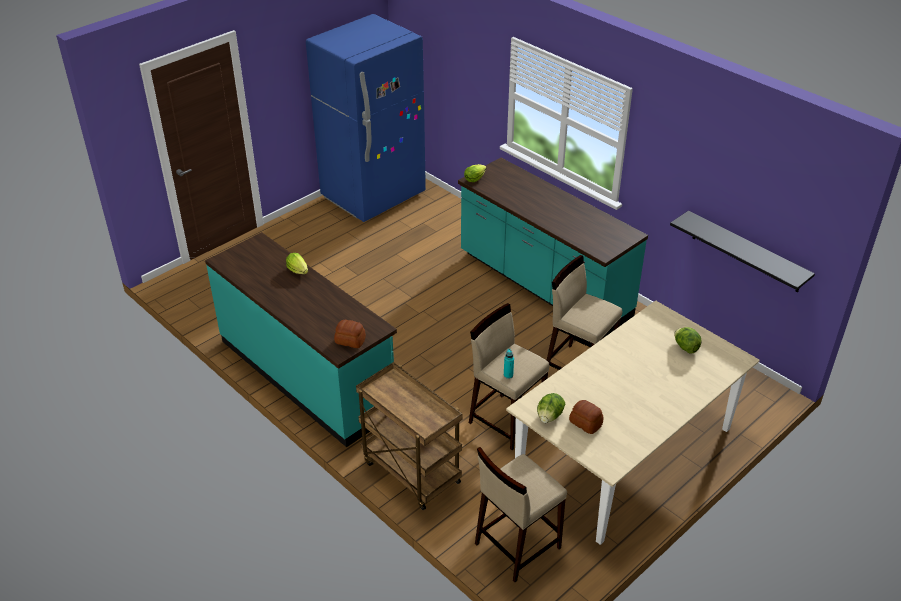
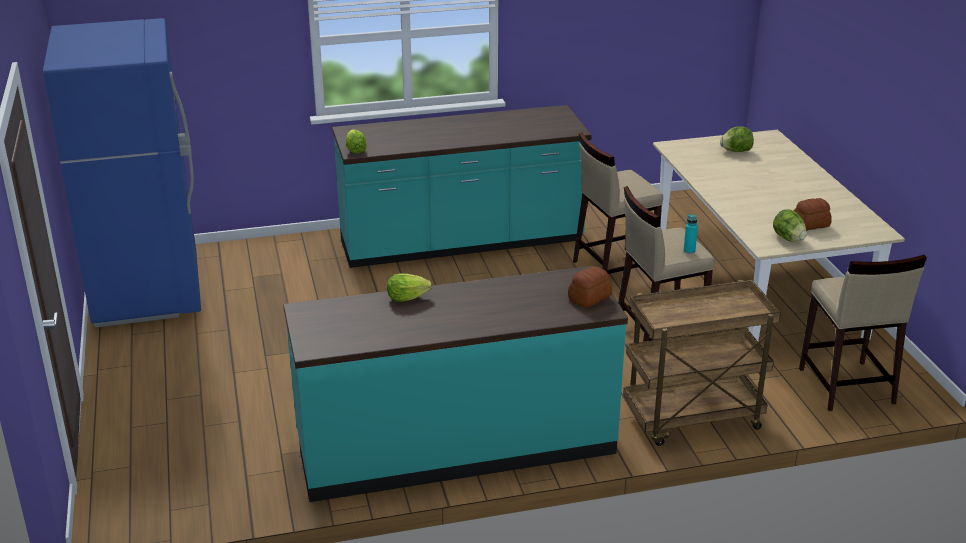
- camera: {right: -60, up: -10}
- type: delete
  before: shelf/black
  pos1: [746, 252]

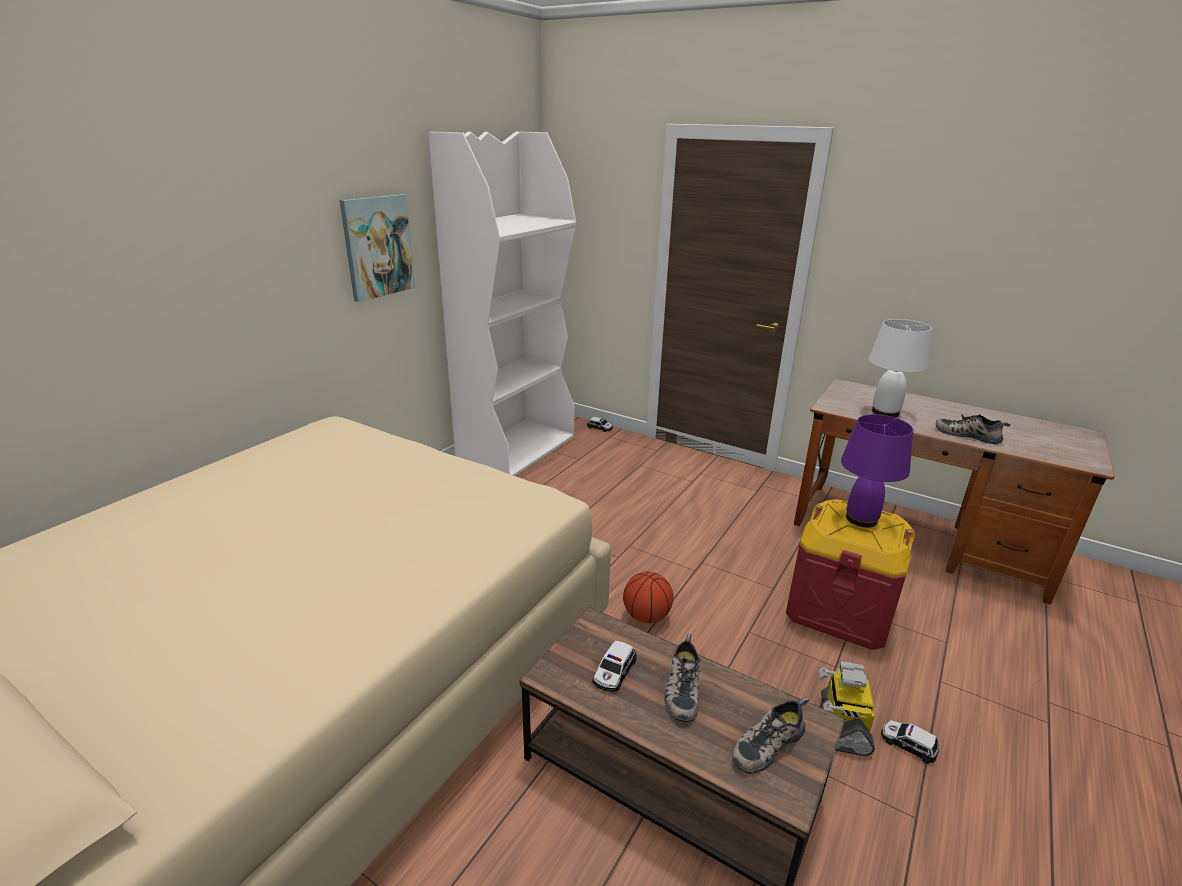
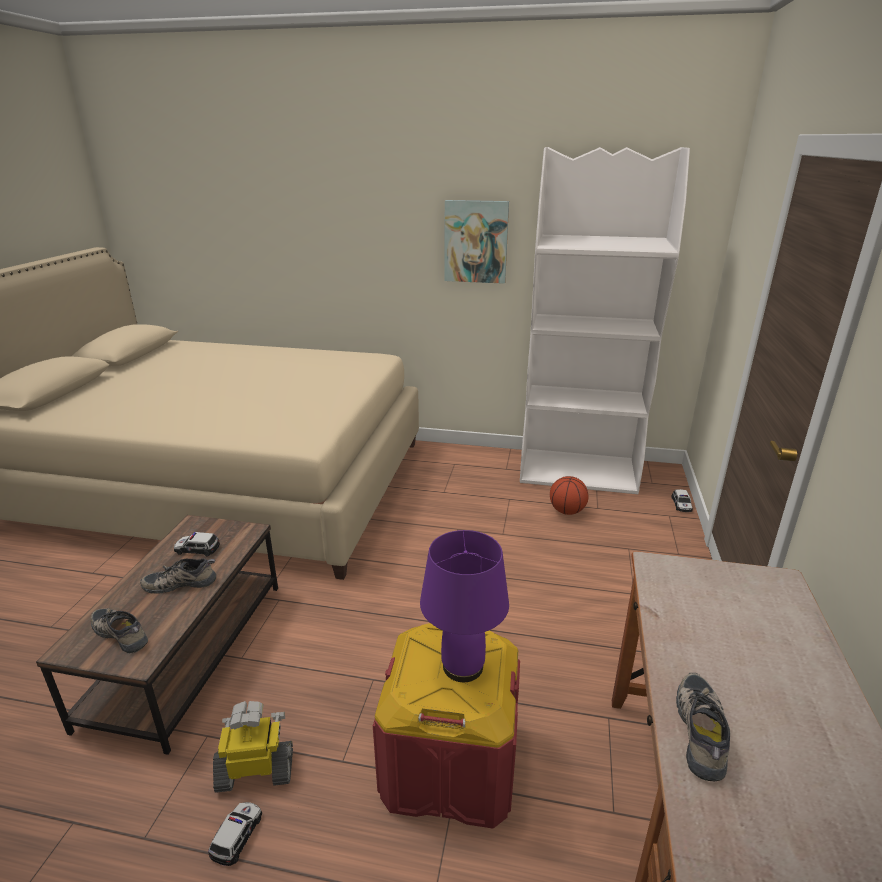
- camera: {right: 70, up: 0}
- type: delete
  before: table lamp/white
  pos1: [885, 412]
- type: move
  before: basketball
  pos1: [647, 616]
  pos2: [567, 511]

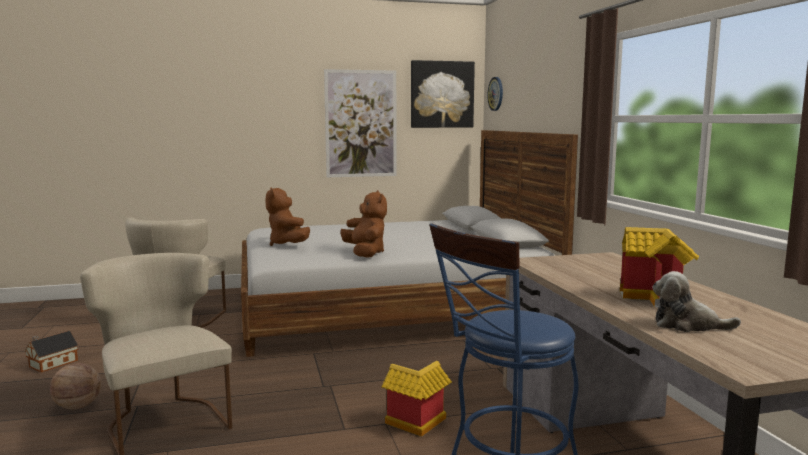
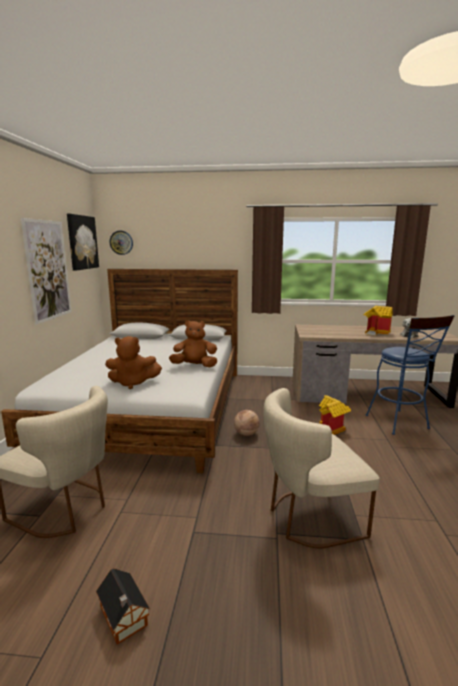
- camera: {right: -70, up: 5}
- type: move
  before: basketball
  pos1: [77, 407]
  pos2: [246, 434]

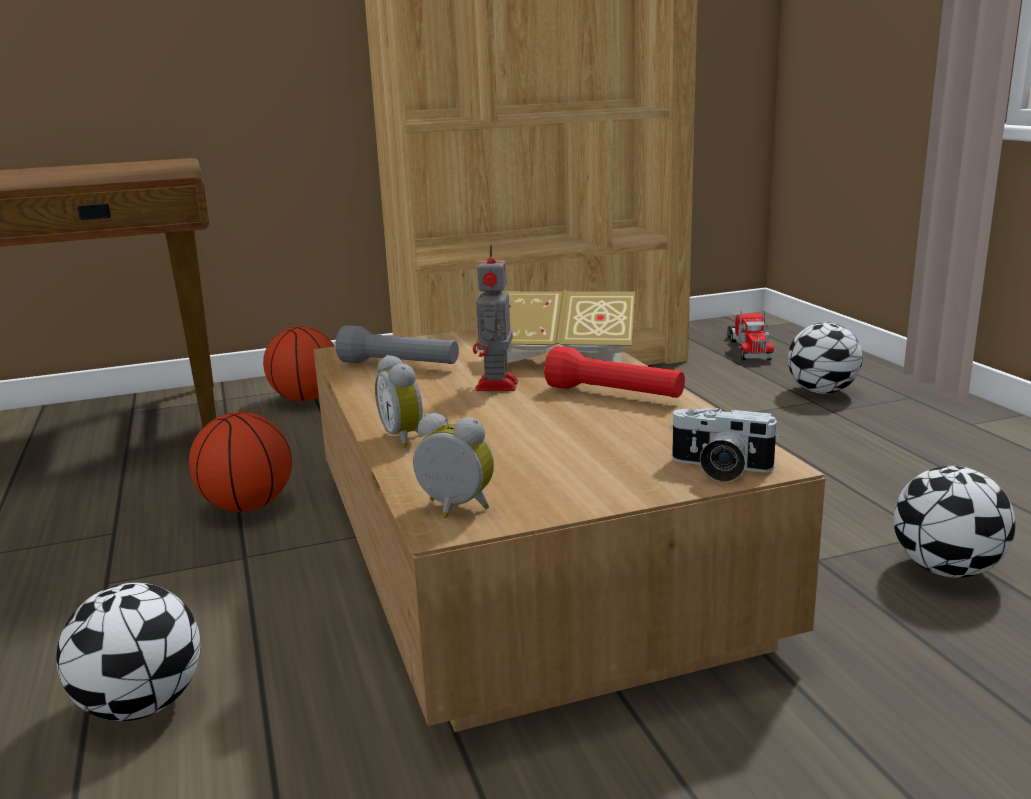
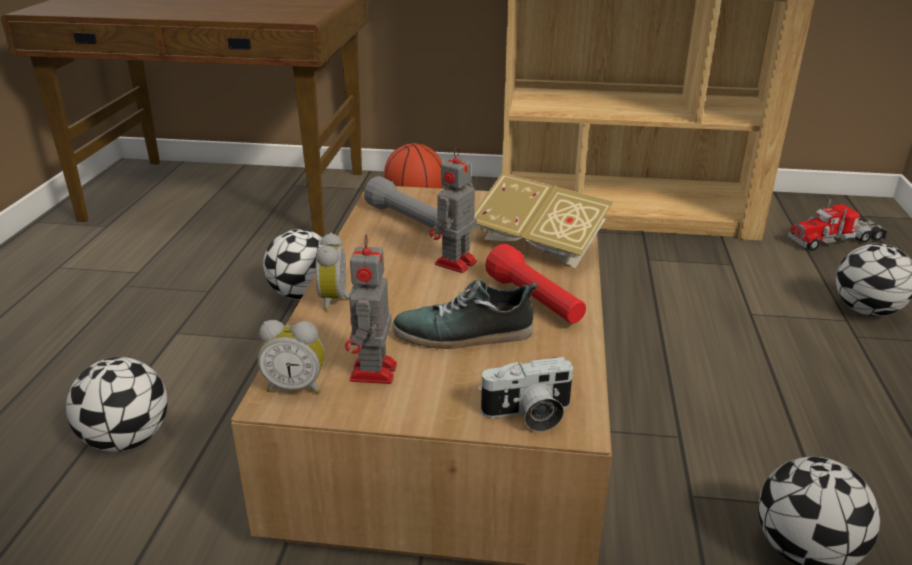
- camera: {right: 25, up: 10}
- type: rotate
  before: toy truck
  pos1: [748, 348]
  pos2: [835, 240]
  turn: 45
- type: rotate
  before: photo camera
  pos1: [719, 469]
  pos2: [528, 415]
  turn: -60
- type: replace
  before: basketball
  after: football
  pos1: [247, 507]
  pos2: [302, 294]
- type: rotate
  before: alarm clock
  pos1: [453, 509]
  pos2: [296, 386]
  turn: 135
- type: insert
  after: toy robot
  pos2: [373, 373]
- type: insert
  after: shoe
  pos2: [464, 334]

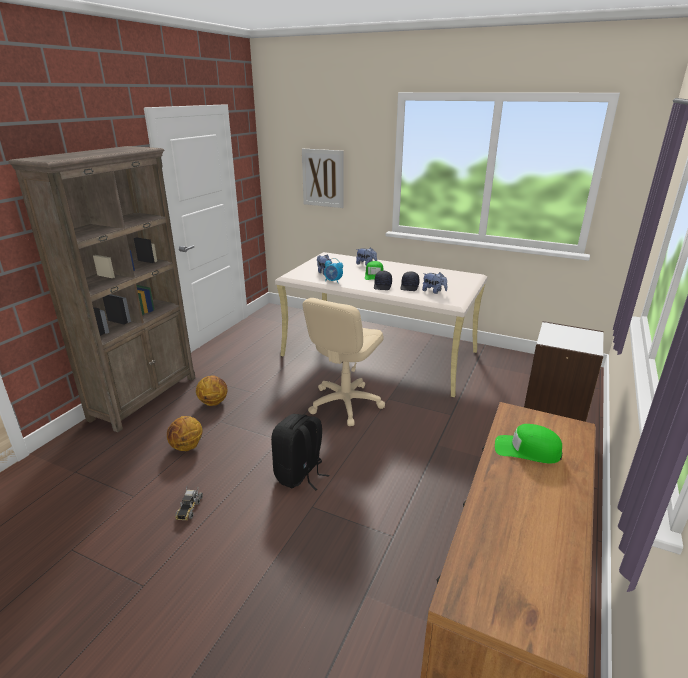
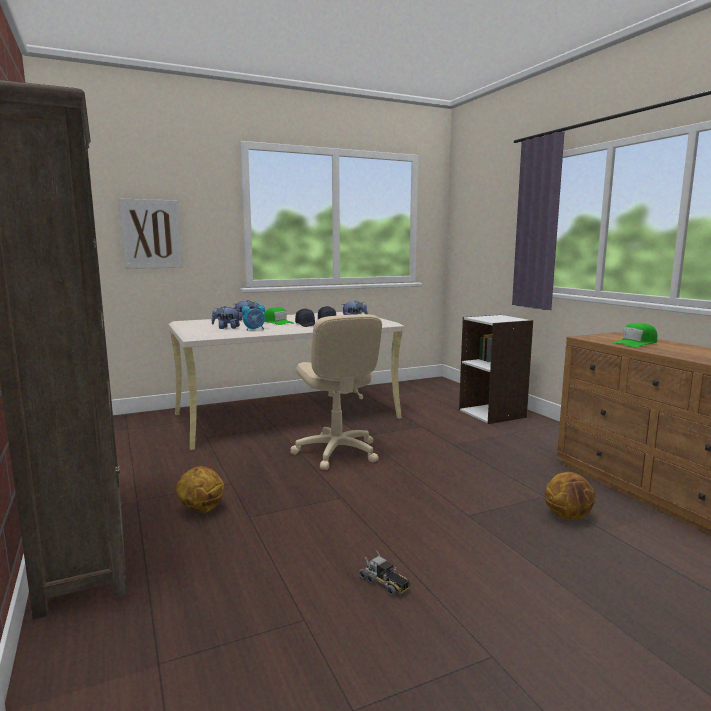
- camera: {right: -50, up: -15}
- type: delete
  before: backpack/black
  pos1: [299, 474]
- type: move
  before: basketball
  pos1: [187, 447]
  pos2: [568, 516]

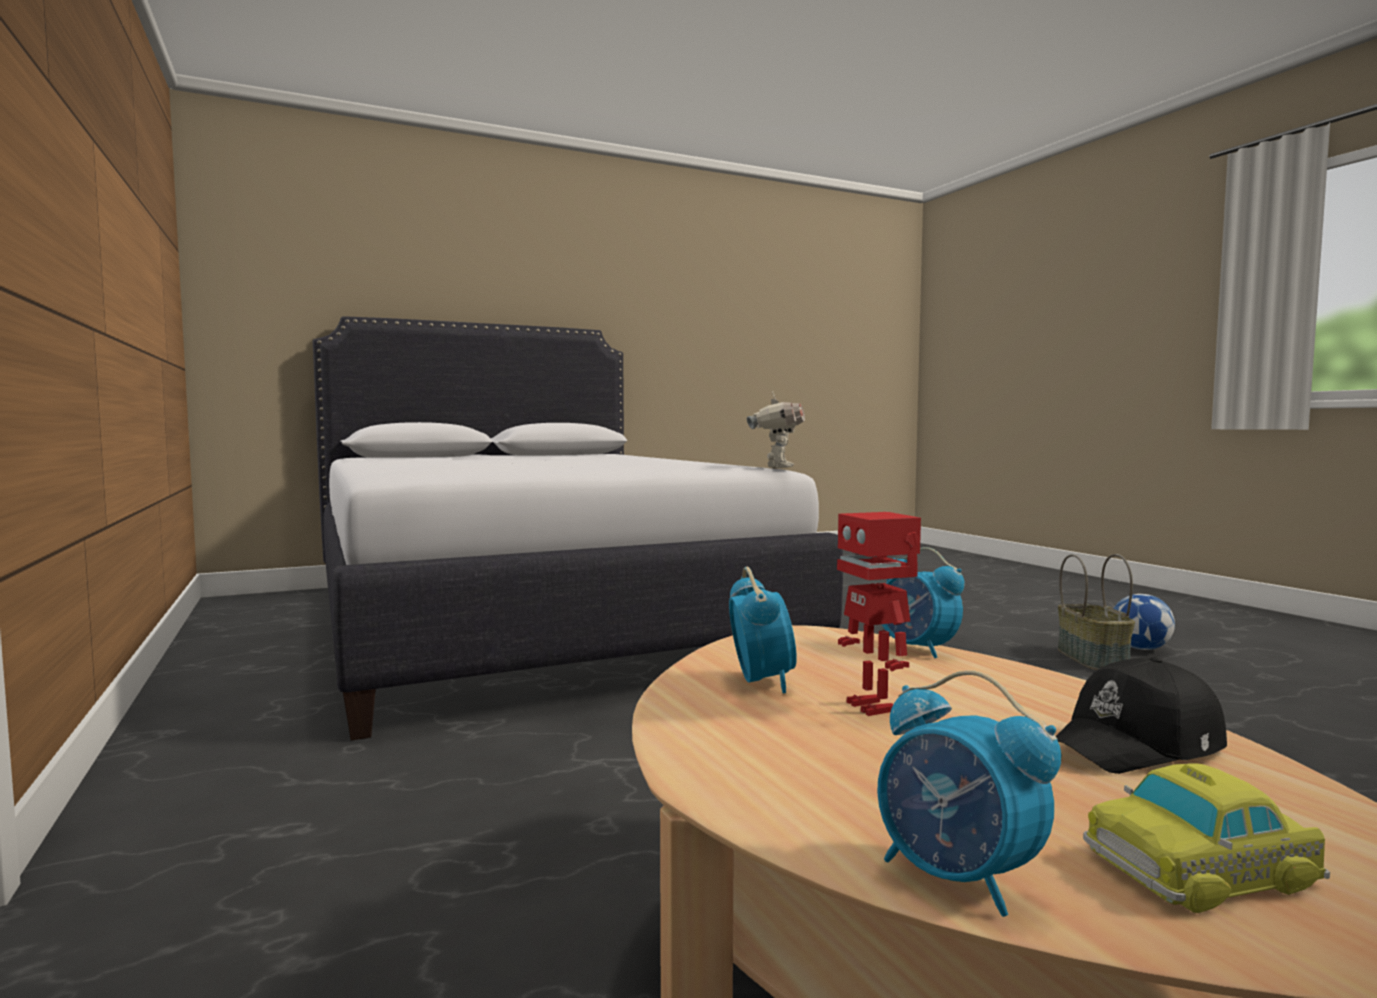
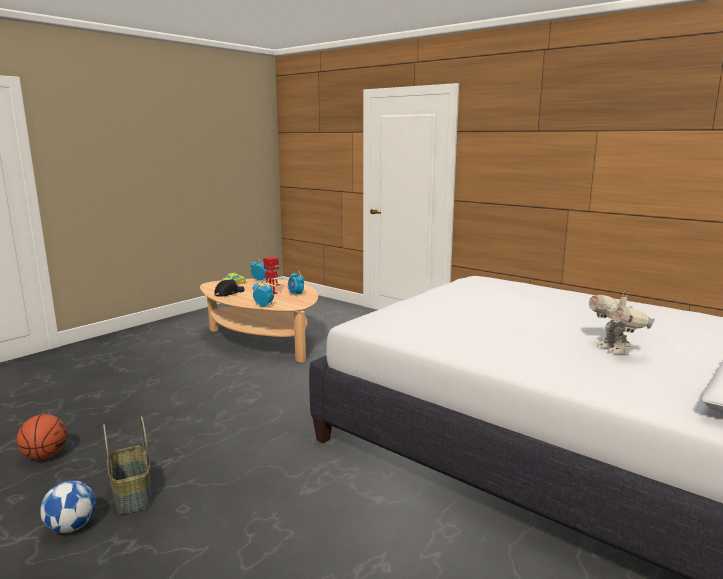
- camera: {right: 155, up: 10}
- type: move
  before: toy robot
  pos1: [777, 468]
  pos2: [615, 349]
- type: insert
  after: basketball
  pos2: [45, 456]

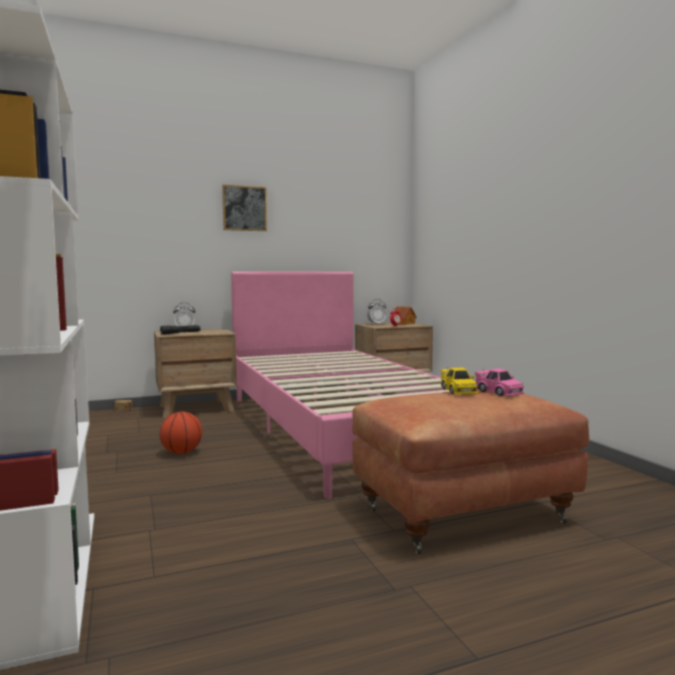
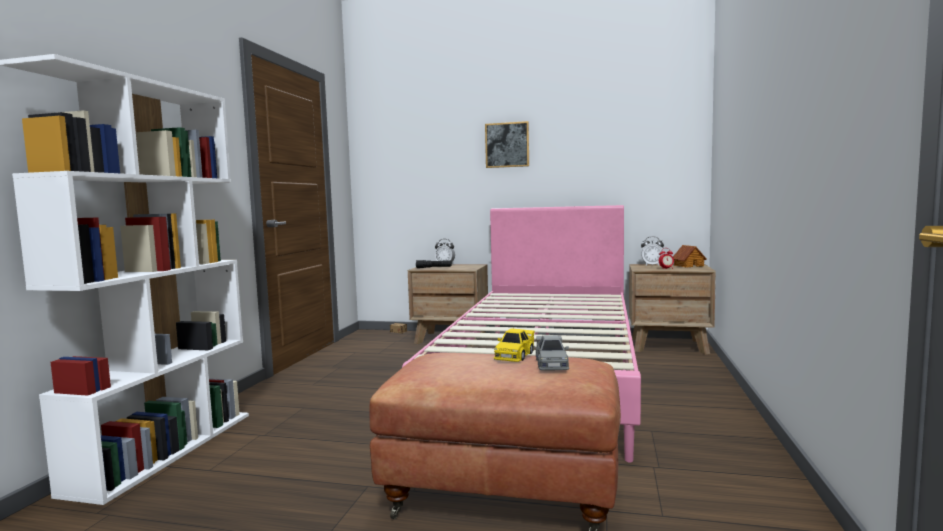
- camera: {right: 35, up: 0}
- type: recolor
  before: toy car/pink
  after: toy car/grey
  pos1: [498, 392]
  pos2: [551, 364]
- type: delete
  before: basketball
  pos1: [181, 452]

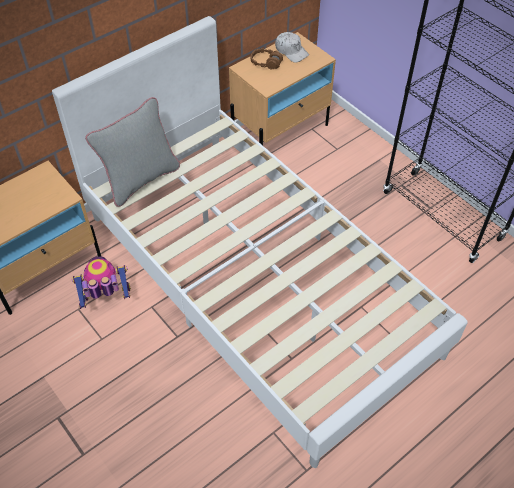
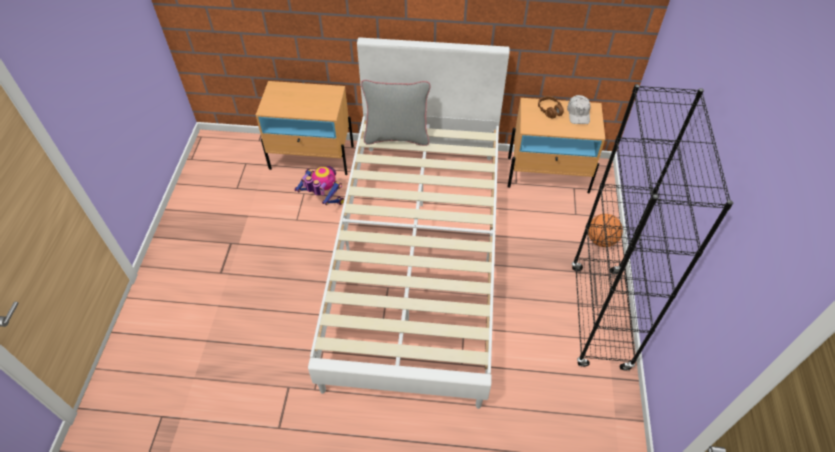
- camera: {right: 45, up: 0}
- type: insert
  after: basketball
  pos2: [601, 240]

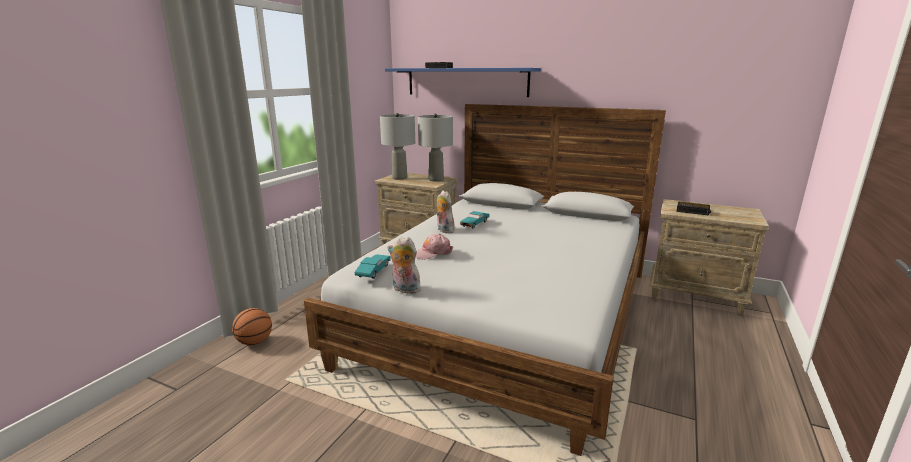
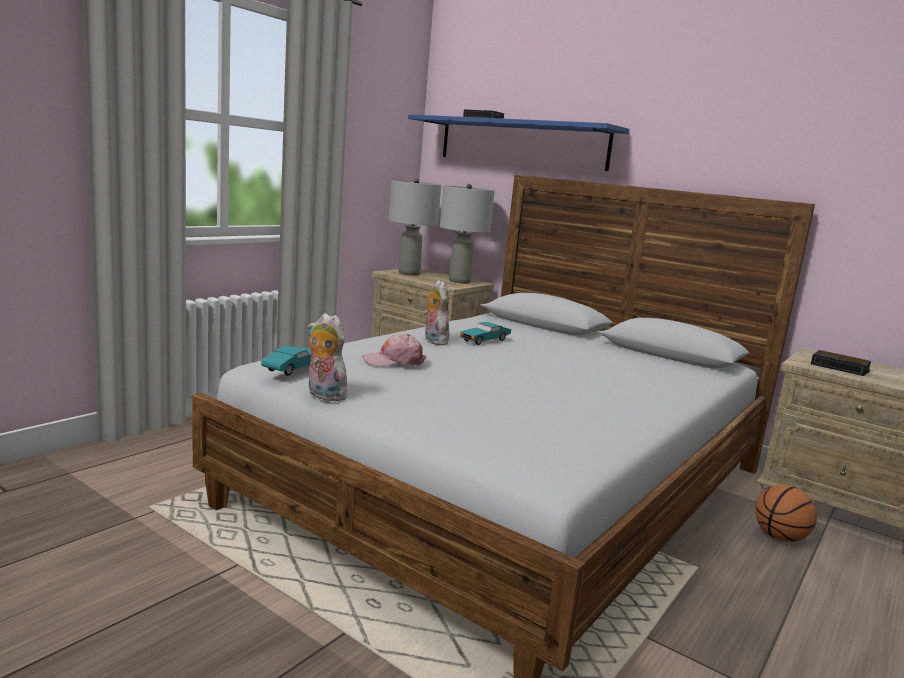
- camera: {right: 10, up: -5}
- type: move
  before: basketball
  pos1: [255, 342]
  pos2: [779, 537]

